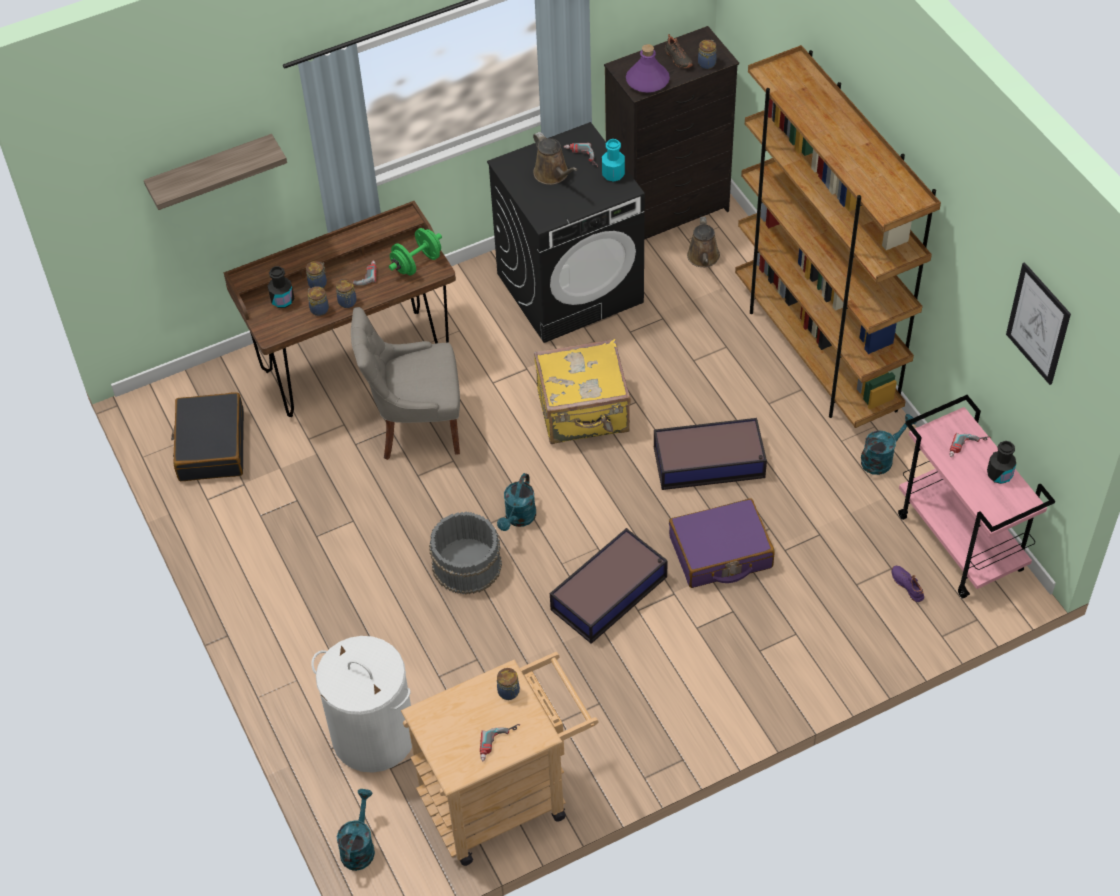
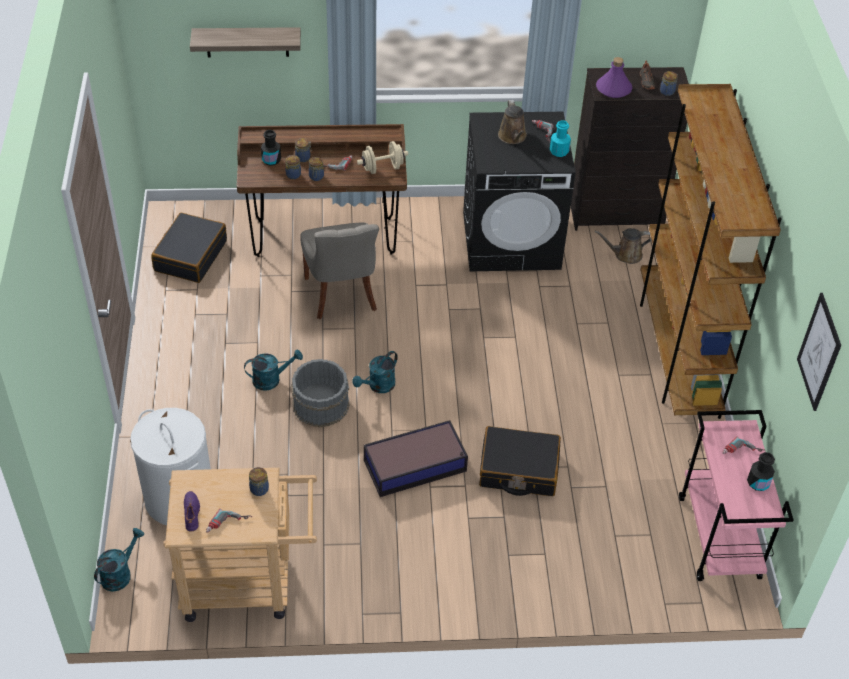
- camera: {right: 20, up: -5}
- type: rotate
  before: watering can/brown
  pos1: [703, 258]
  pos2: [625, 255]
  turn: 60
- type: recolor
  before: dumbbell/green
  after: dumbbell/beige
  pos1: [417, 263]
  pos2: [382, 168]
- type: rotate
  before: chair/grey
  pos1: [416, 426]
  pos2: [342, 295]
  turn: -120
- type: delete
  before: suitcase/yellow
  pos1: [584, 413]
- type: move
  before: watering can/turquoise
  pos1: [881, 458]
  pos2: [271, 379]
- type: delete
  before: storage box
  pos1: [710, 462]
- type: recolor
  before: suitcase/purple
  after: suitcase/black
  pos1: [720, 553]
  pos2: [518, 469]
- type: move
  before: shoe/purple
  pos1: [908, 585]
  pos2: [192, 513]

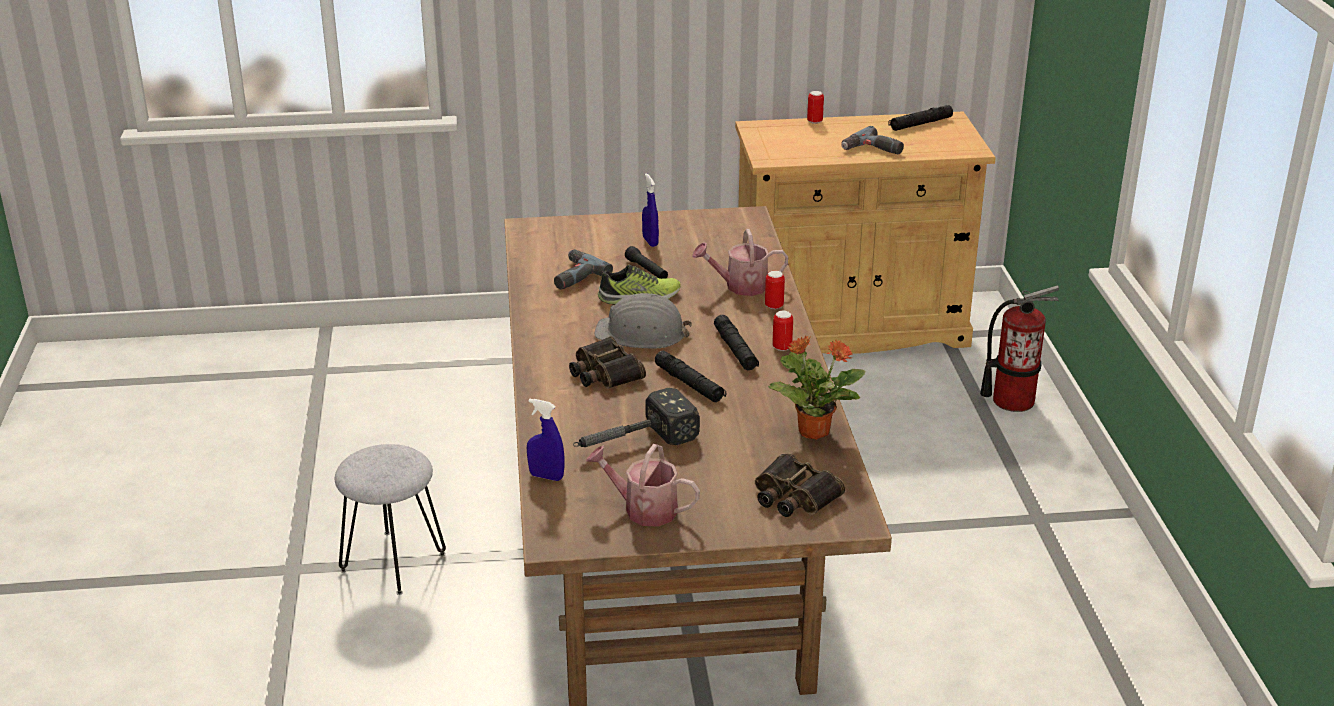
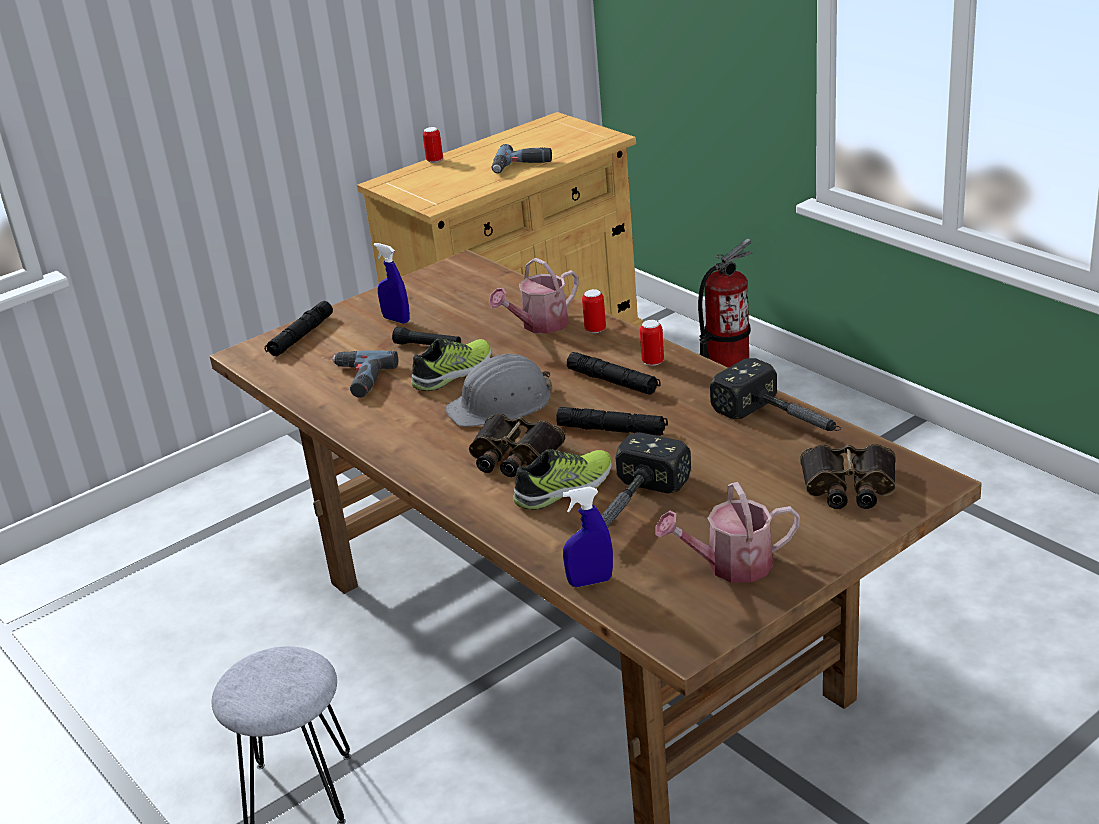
- camera: {right: -30, up: 0}
- type: move
  before: flashlight/black
  pos1: [920, 124]
  pos2: [301, 336]
- type: replace
  before: potted plant
  after: hammer
  pos1: [812, 430]
  pos2: [783, 421]
- type: insert
  after: shoe
  pos2: [565, 488]

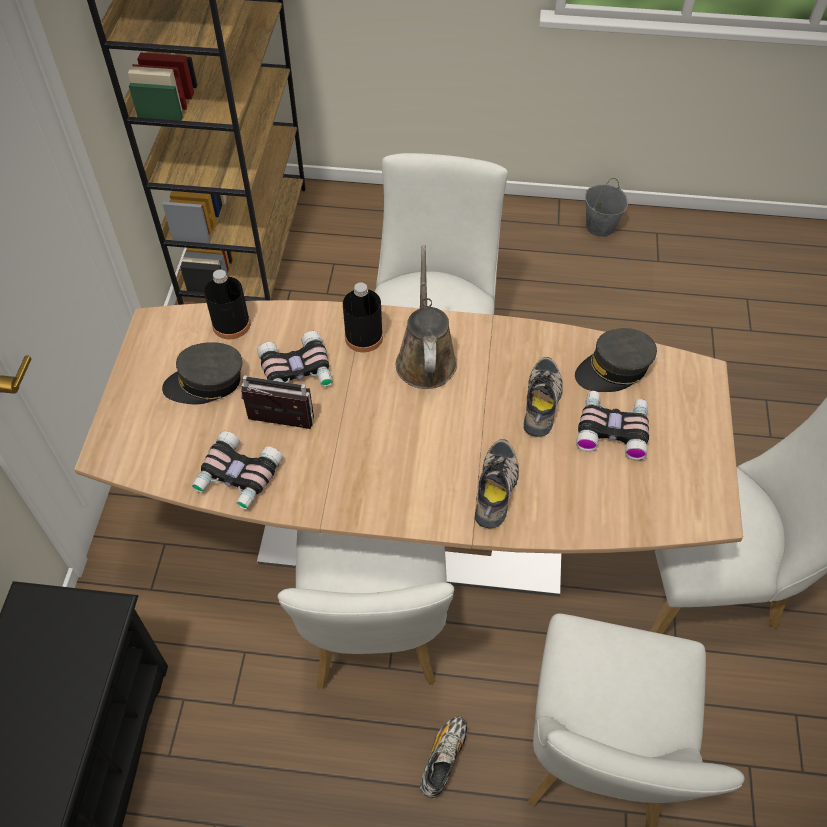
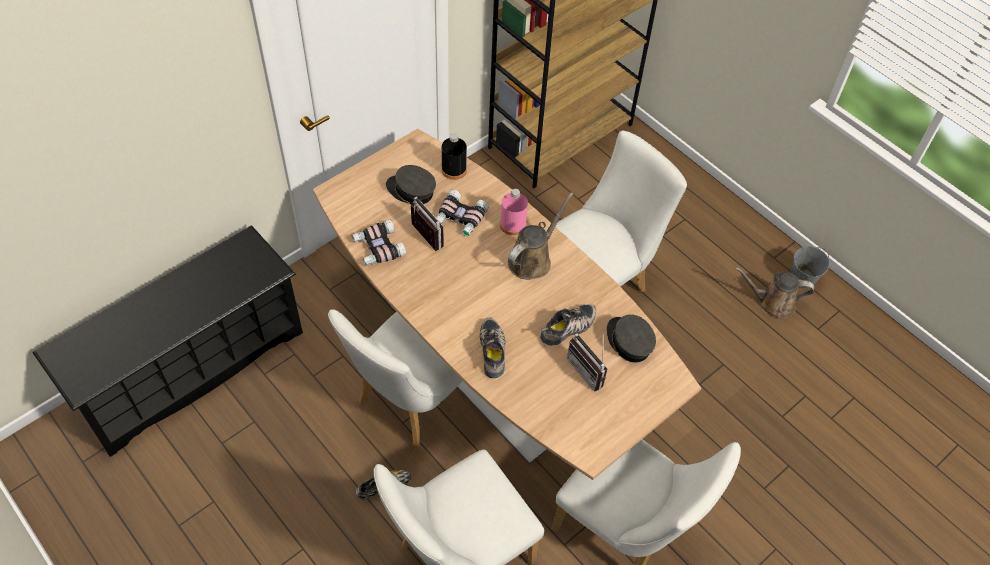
- camera: {right: 40, up: 0}
- type: recolor
  before: bottle/black
  after: bottle/pink
  pos1: [364, 337]
  pos2: [513, 225]
- type: rotate
  before: cap/grey
  pos1: [614, 369]
  pos2: [628, 342]
  turn: 45
- type: replace
  before: binoculars
  after: radio
  pos1: [612, 428]
  pos2: [589, 370]
- type: rotate
  before: shoe
  pos1: [497, 489]
  pos2: [494, 351]
  turn: -60
- type: insert
  after: watering can/brown
  pos2: [772, 303]

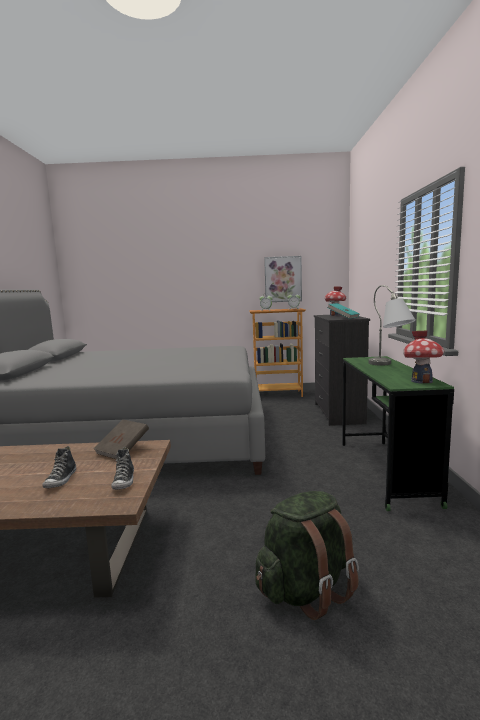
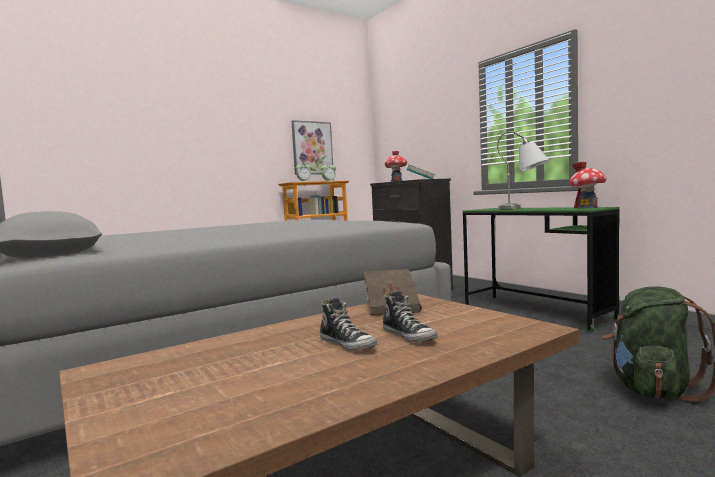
- camera: {right: -35, up: -5}
- type: move
  before: shoe
  pos1: [124, 481]
  pos2: [348, 345]

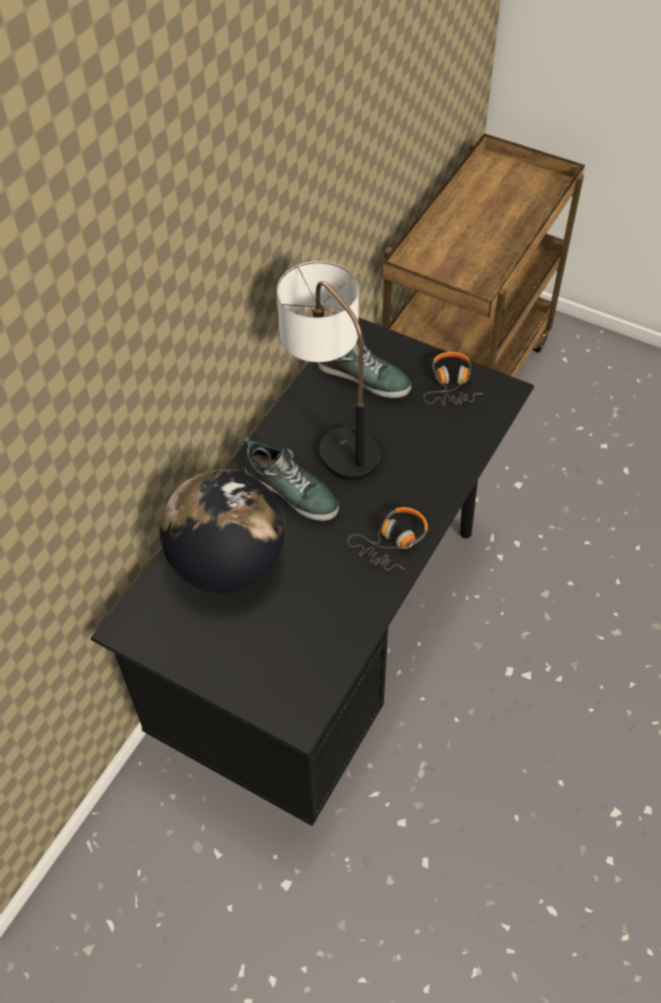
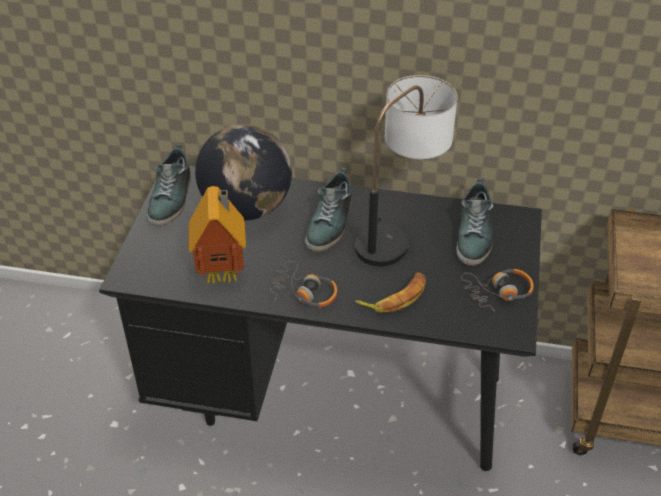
- camera: {right: 70, up: -10}
- type: insert
  after: shoe
  pos2: [171, 198]
- type: insert
  after: toy house
  pos2: [224, 273]
- type: insert
  after: banana
  pos2: [395, 297]

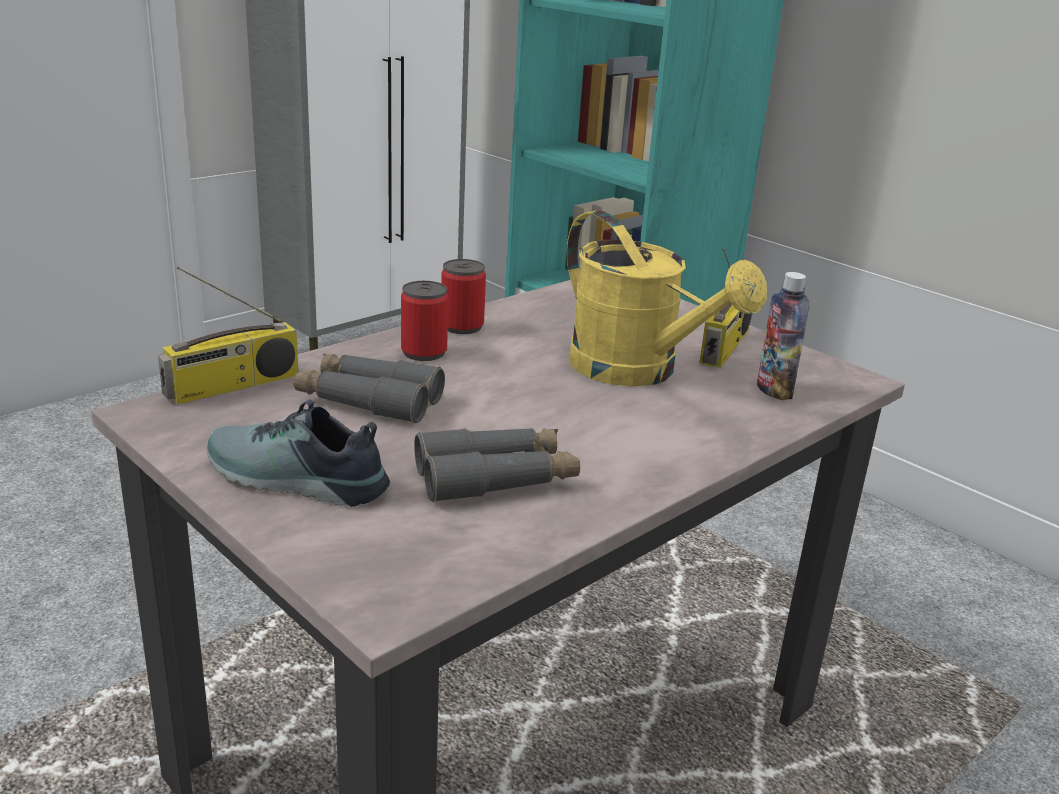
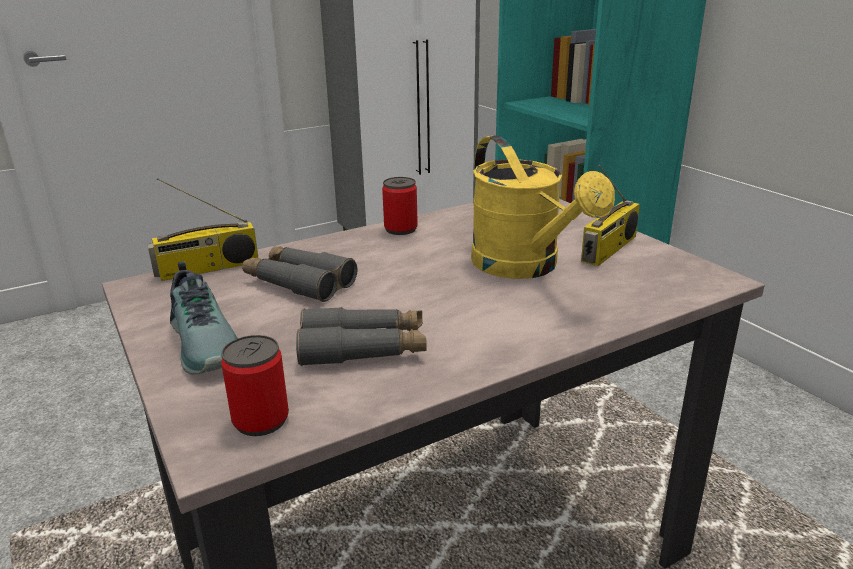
- camera: {right: 15, up: 0}
- type: delete
  before: bottle
  pos1: [774, 390]
- type: move
  before: can
  pos1: [424, 352]
  pos2: [261, 420]
- type: rotate
  before: shoe
  pos1: [294, 481]
  pos2: [207, 342]
  turn: -150

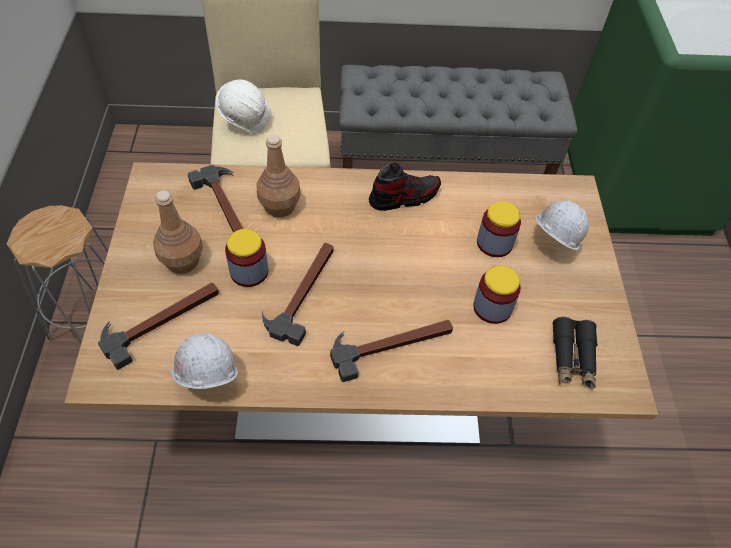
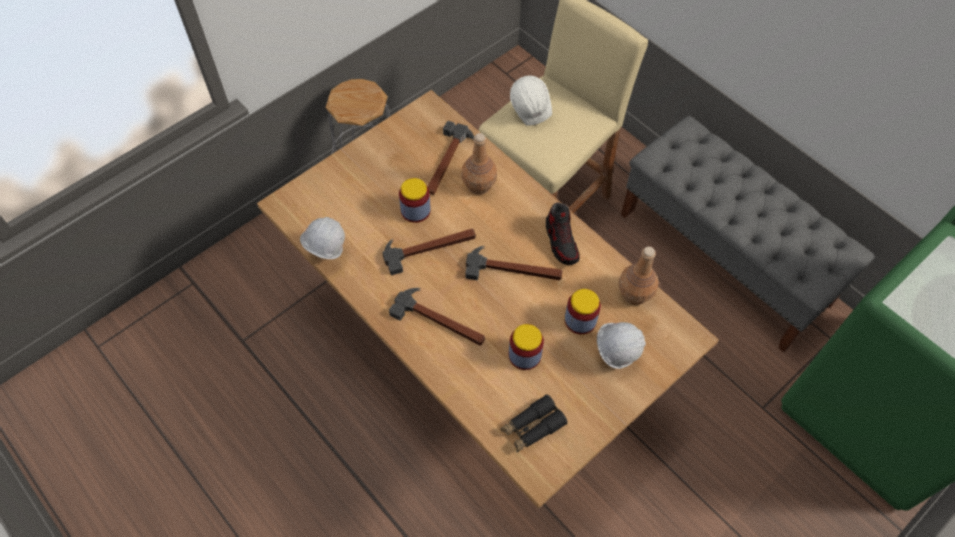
- camera: {right: 50, up: 5}
- type: rotate
  before: shoe
  pos1: [404, 197]
  pos2: [561, 242]
  turn: 45
- type: move
  before: bottle/brown
  pos1: [182, 261]
  pos2: [634, 293]
- type: move
  before: hammer
  pos1: [162, 321]
  pos2: [513, 270]

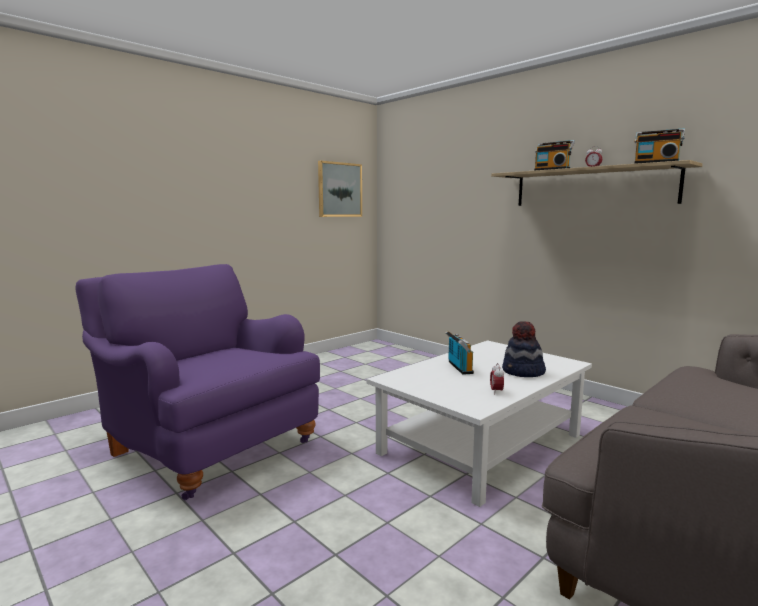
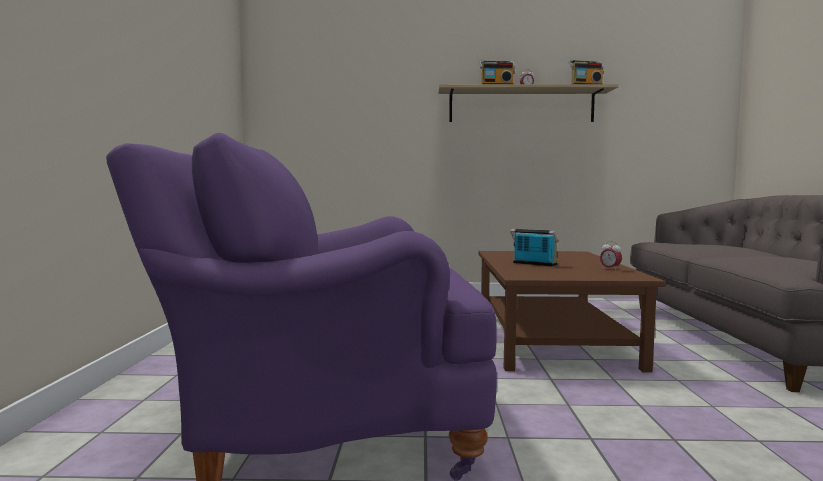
- camera: {right: -45, up: -5}
- type: delete
  before: picture
  pos1: [339, 190]
- type: delete
  before: hat
  pos1: [523, 372]
- type: recolor
  before: coffee table/white
  after: coffee table/brown
  pos1: [482, 444]
  pos2: [552, 340]

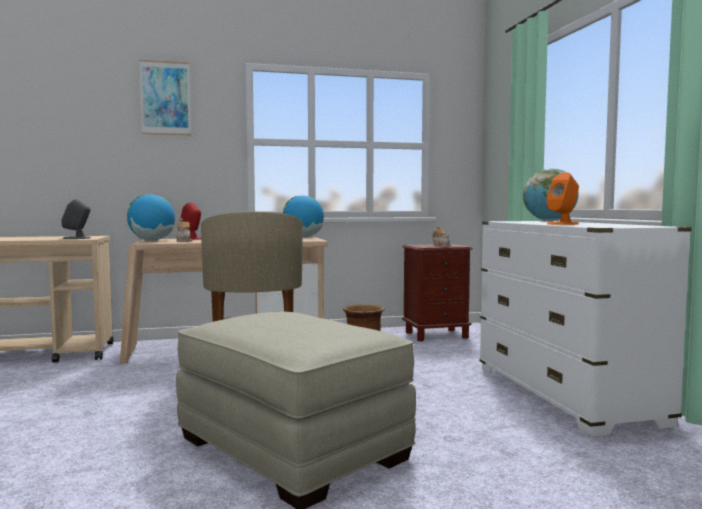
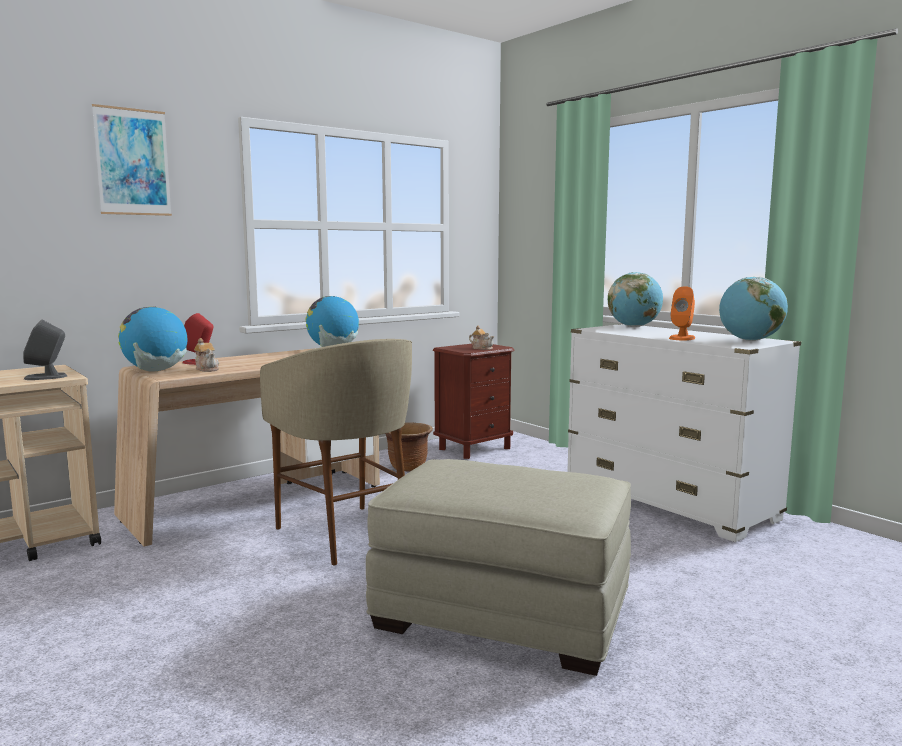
- camera: {right: -25, up: 5}
- type: insert
  after: globe
  pos2: [750, 340]

